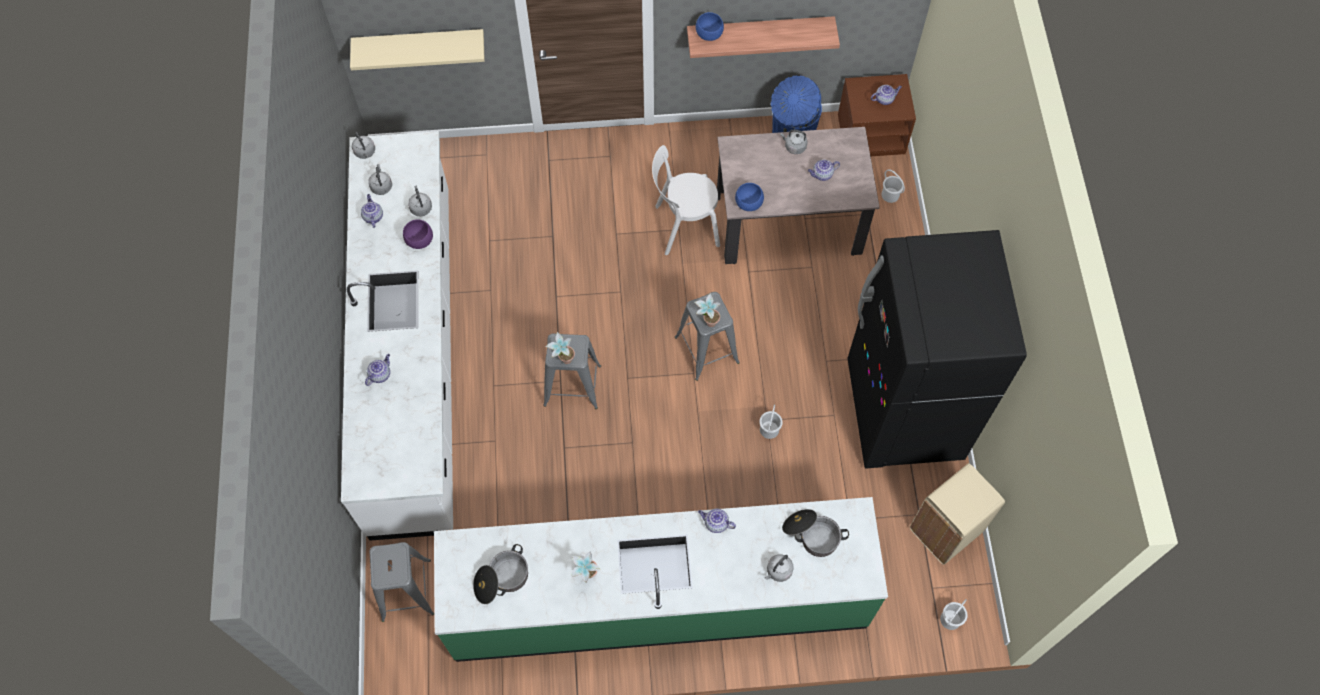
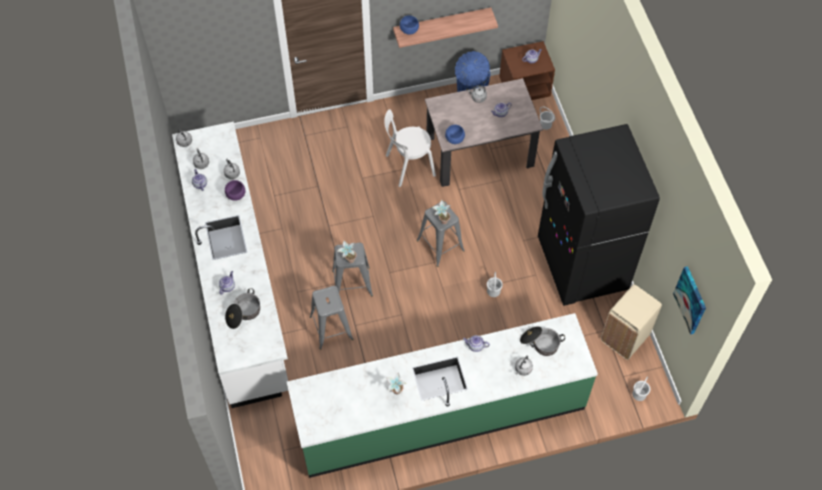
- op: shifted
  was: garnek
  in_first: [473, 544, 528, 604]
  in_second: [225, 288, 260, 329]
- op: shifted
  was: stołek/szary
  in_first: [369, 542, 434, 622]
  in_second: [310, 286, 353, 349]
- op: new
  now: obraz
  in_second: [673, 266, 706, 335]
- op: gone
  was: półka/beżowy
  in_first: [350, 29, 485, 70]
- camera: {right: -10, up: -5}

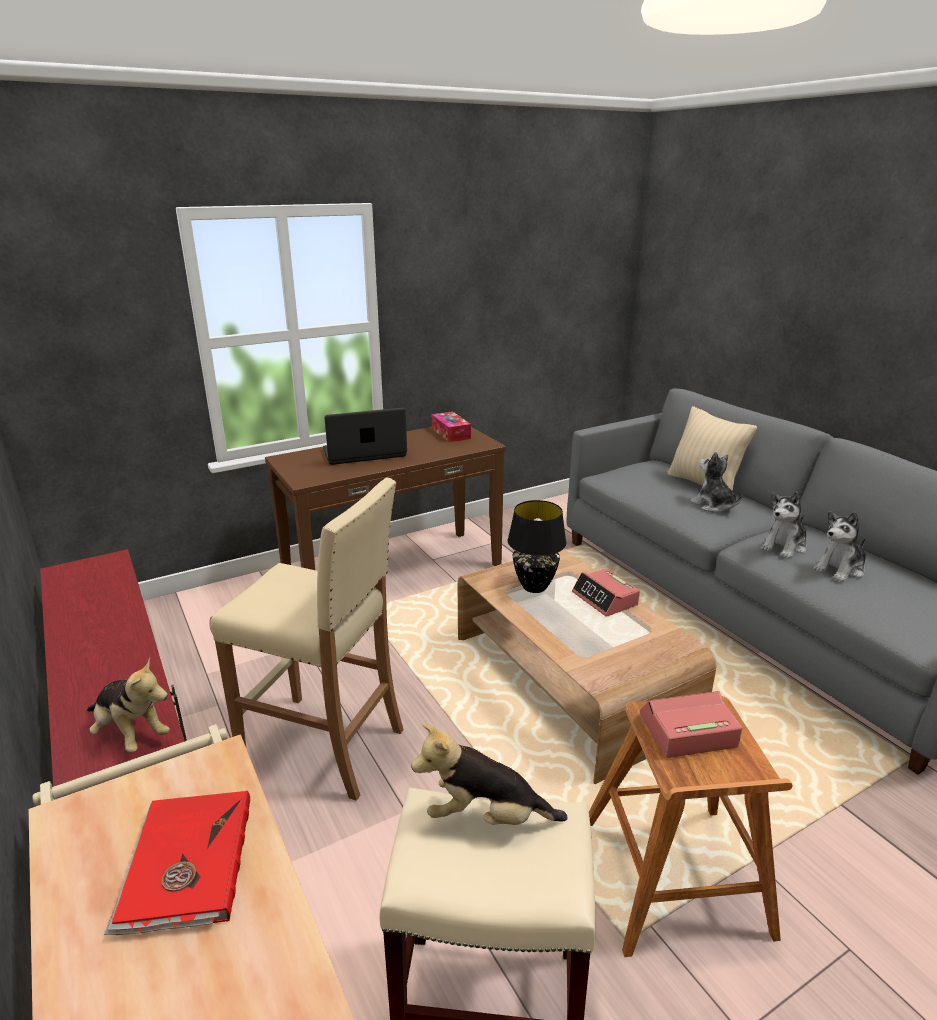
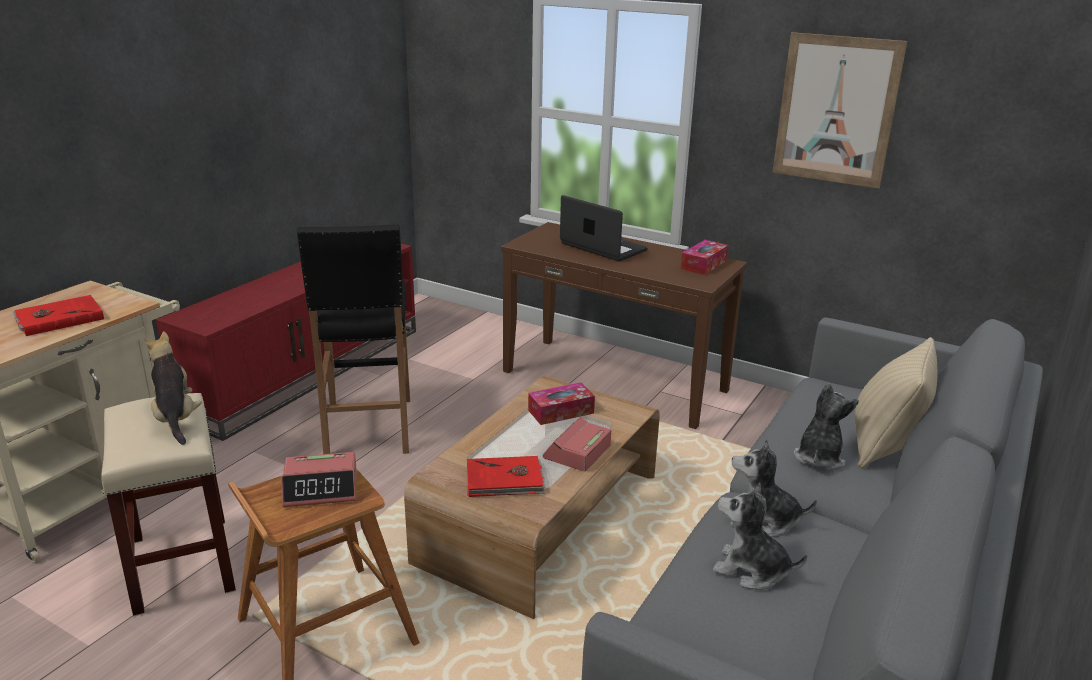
- op: rotated
  was: budzik
  in_first: [640, 691, 742, 758]
  in_second: [281, 452, 357, 507]
  clockwise: 120
- op: repainted
  was: stołek/beżowy
  now: stołek/czarny
  in_first: [209, 478, 404, 801]
  in_second: [297, 224, 410, 454]
- op: new
  now: książka/czerwony
  in_second: [467, 456, 546, 497]
- op: swapped
  was: lampa stołowa/czarny
  now: pudełko chusteczek
  in_first: [508, 500, 566, 593]
  in_second: [528, 382, 595, 425]
- op: new
  now: obraz
  in_second: [772, 32, 907, 189]
- op: gone
  was: pluszak
  in_first: [87, 658, 170, 752]
- camera: {right: 60, up: 0}

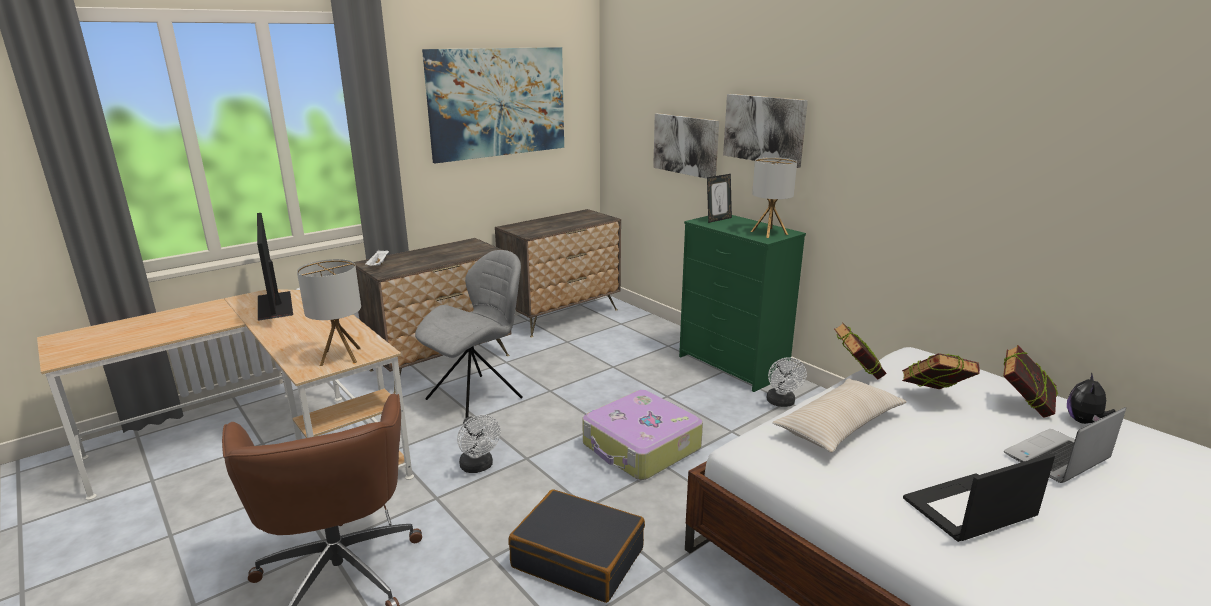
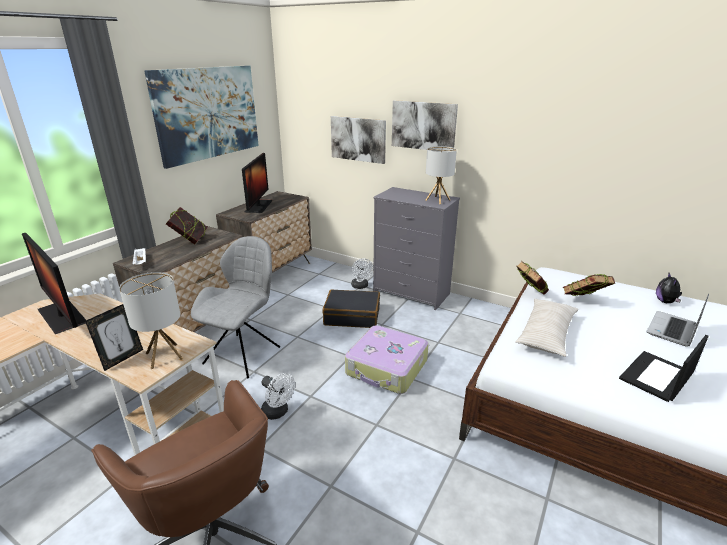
- op: shifted
  was: ramka na zdjęcie
  in_first: [707, 174, 732, 223]
  in_second: [85, 304, 143, 371]
- op: shifted
  was: książka
  in_first: [1003, 345, 1058, 418]
  in_second: [166, 207, 208, 244]
- op: new
  now: monitor
  in_second: [242, 153, 272, 213]
- op: shifted
  was: walizka/czarny
  in_first: [508, 489, 645, 603]
  in_second: [323, 290, 380, 328]
- op: shifted
  was: wentylator/biały
  in_first: [767, 357, 807, 407]
  in_second: [351, 258, 373, 289]
- op: repainted
  was: komoda/zielony
  now: komoda/szary
  in_first: [679, 215, 806, 392]
  in_second: [373, 187, 460, 310]
- camera: {right: -20, up: 5}

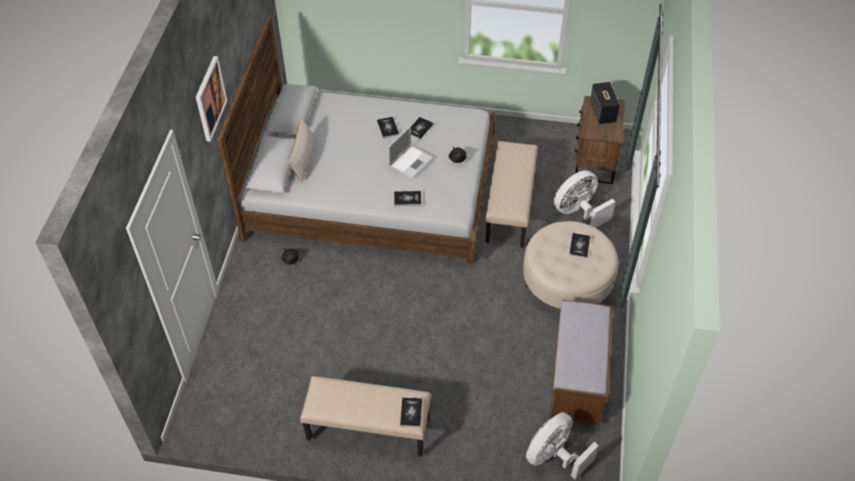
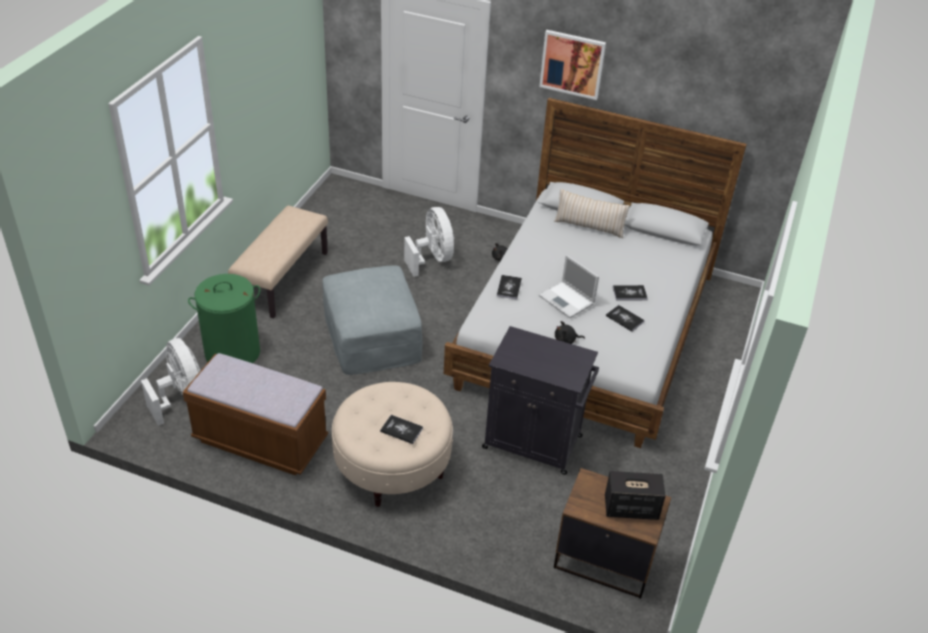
- op: new
  now: kosz na pranie/zielony
  in_second: [188, 274, 261, 363]
- op: new
  now: pufa/szary
  in_second: [322, 265, 423, 375]
- op: shifted
  was: wentylator/biały
  in_first: [554, 170, 615, 228]
  in_second: [404, 207, 454, 277]
- op: swapped
  was: ławka/beżowy
  now: szafka/czarny
  in_first: [485, 141, 538, 248]
  in_second: [482, 326, 599, 475]
- op: gone
  was: książka
  in_first: [400, 397, 422, 427]
- camera: {right: 100, up: -10}

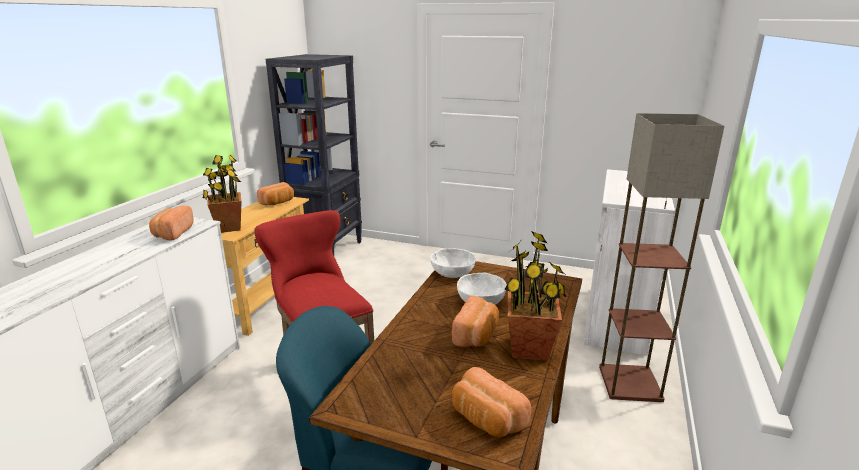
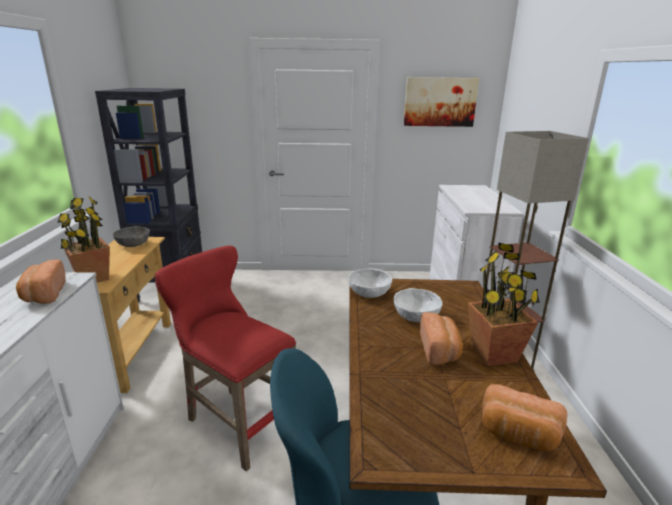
- op: swapped
  was: chleb
  now: miska/szary
  in_first: [257, 182, 294, 205]
  in_second: [113, 226, 150, 247]
- op: new
  now: obraz
  in_second: [404, 77, 479, 127]
- camera: {right: -20, up: 0}

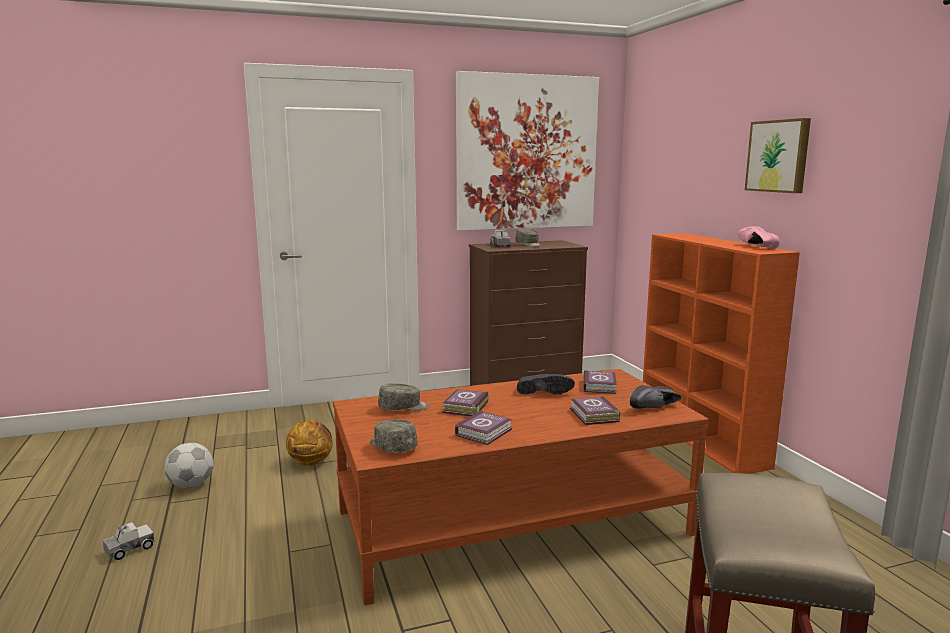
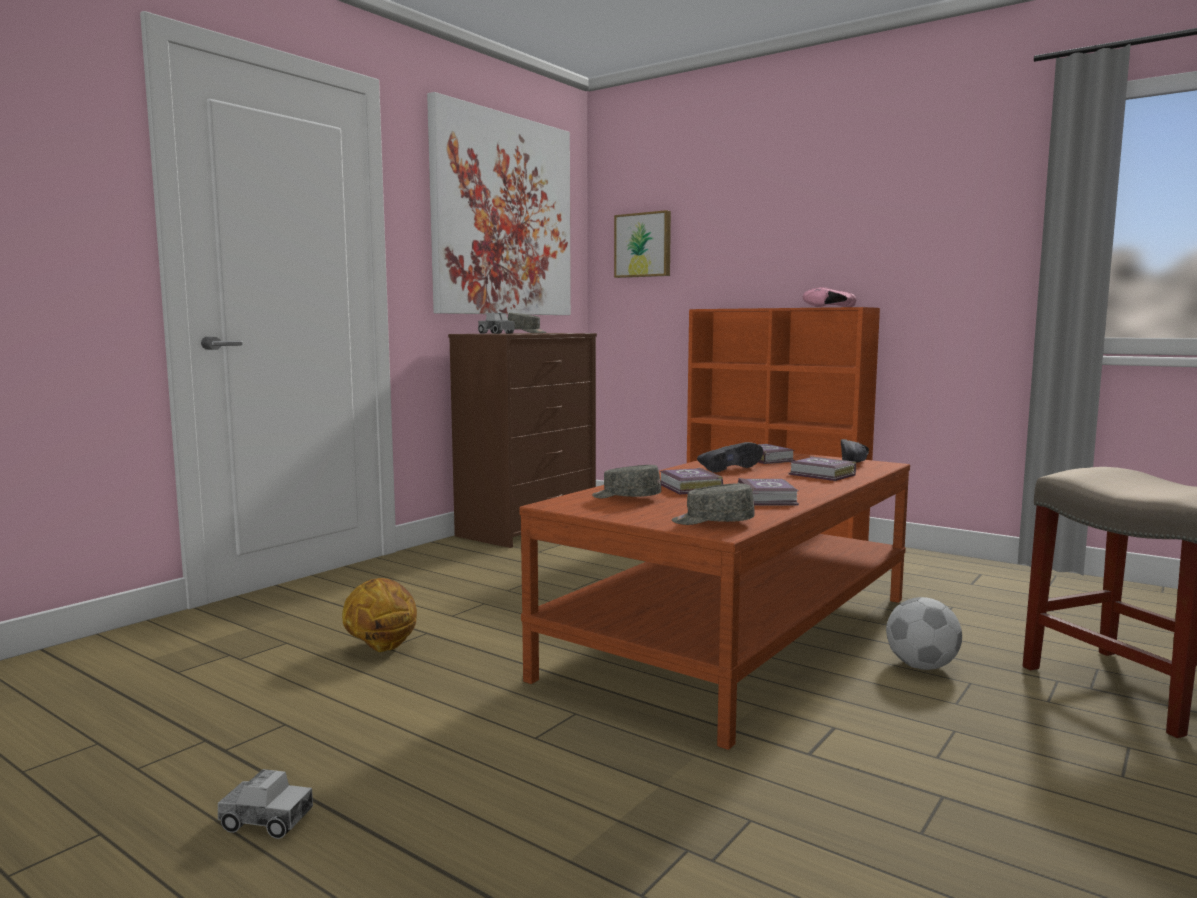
- op: rotated
  was: ciężarówka zabawkowa
  in_first: [103, 522, 155, 560]
  in_second: [218, 769, 313, 839]
  clockwise: 90
- op: rotated
  was: czapka z daszkiem/szary
  in_first: [378, 383, 429, 411]
  in_second: [592, 465, 661, 498]
  clockwise: -105
- op: shifted
  was: obraz
  in_first: [745, 118, 811, 193]
  in_second: [614, 210, 671, 278]
- op: shifted
  was: piłka futbolowa
  in_first: [164, 443, 213, 488]
  in_second: [886, 597, 962, 670]
- camera: {right: -35, up: -5}

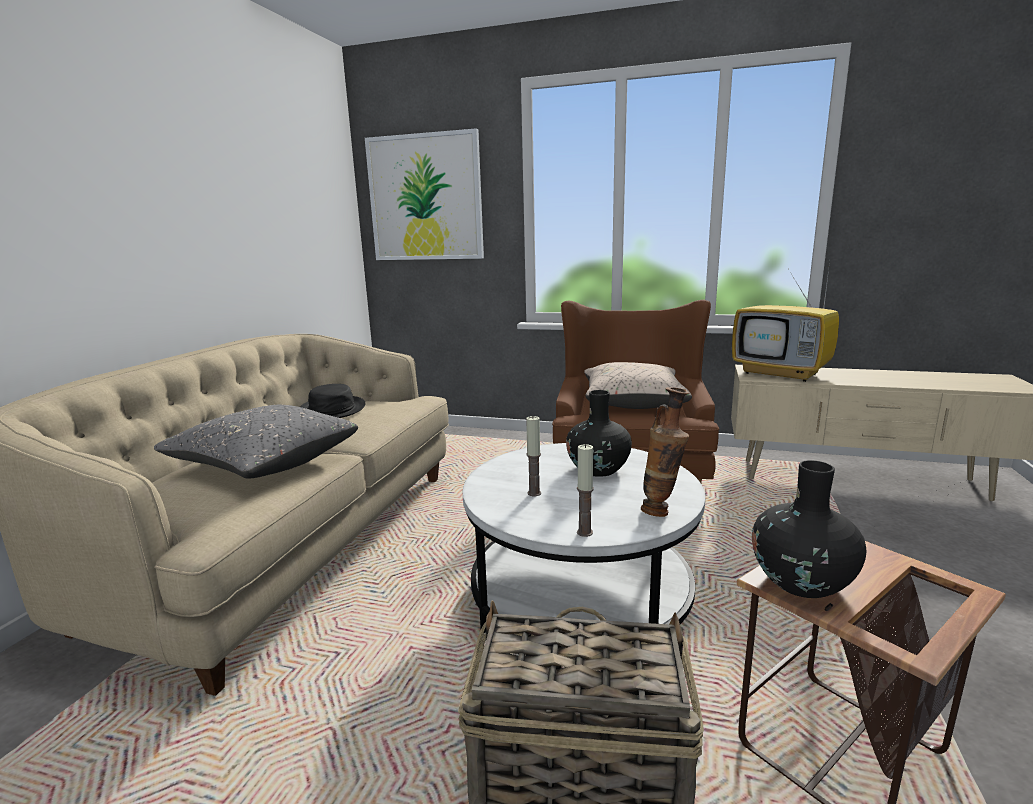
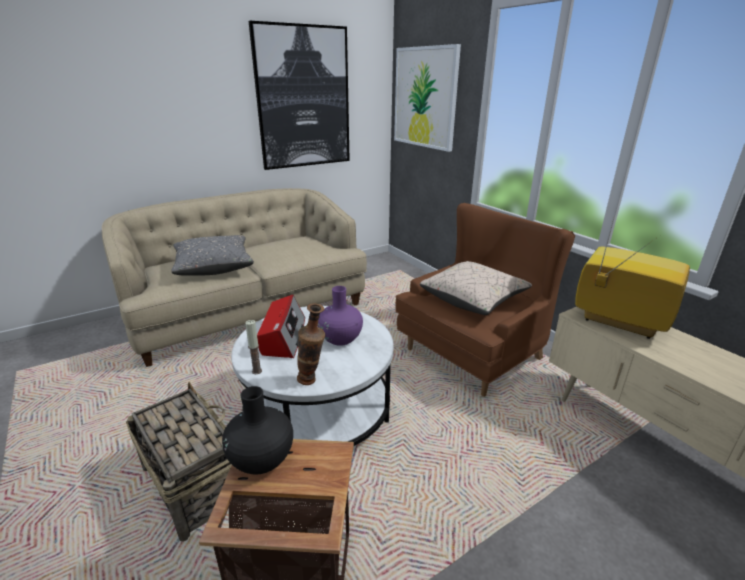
- op: new
  now: obraz
  in_second: [249, 21, 350, 170]
- op: swapped
  was: świeca
  now: radio
  in_first: [526, 416, 541, 496]
  in_second: [257, 295, 305, 358]
- op: repainted
  was: wazon/czarny
  now: wazon/fioletowy
  in_first: [566, 390, 632, 477]
  in_second: [318, 286, 363, 346]
- op: rotated
  was: telewizor
  in_first: [732, 262, 839, 382]
  in_second: [575, 218, 690, 339]
  clockwise: 135
- op: gone
  was: kapelusz/czarny
  in_first: [300, 384, 366, 418]
- camera: {right: 40, up: 10}

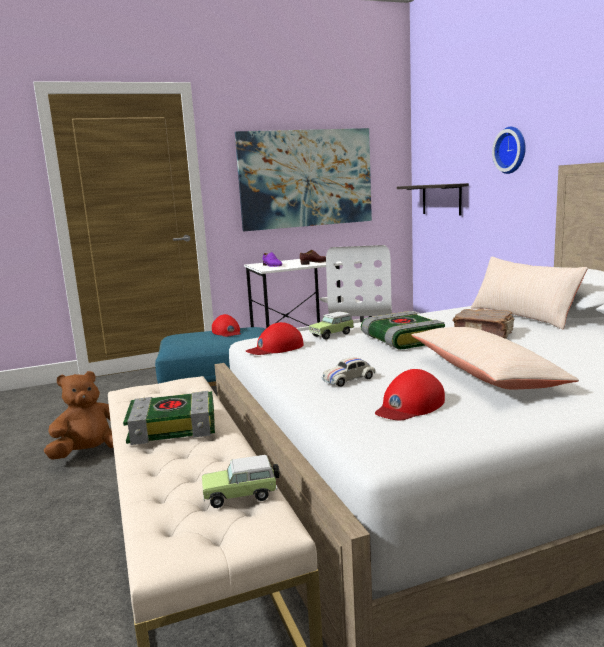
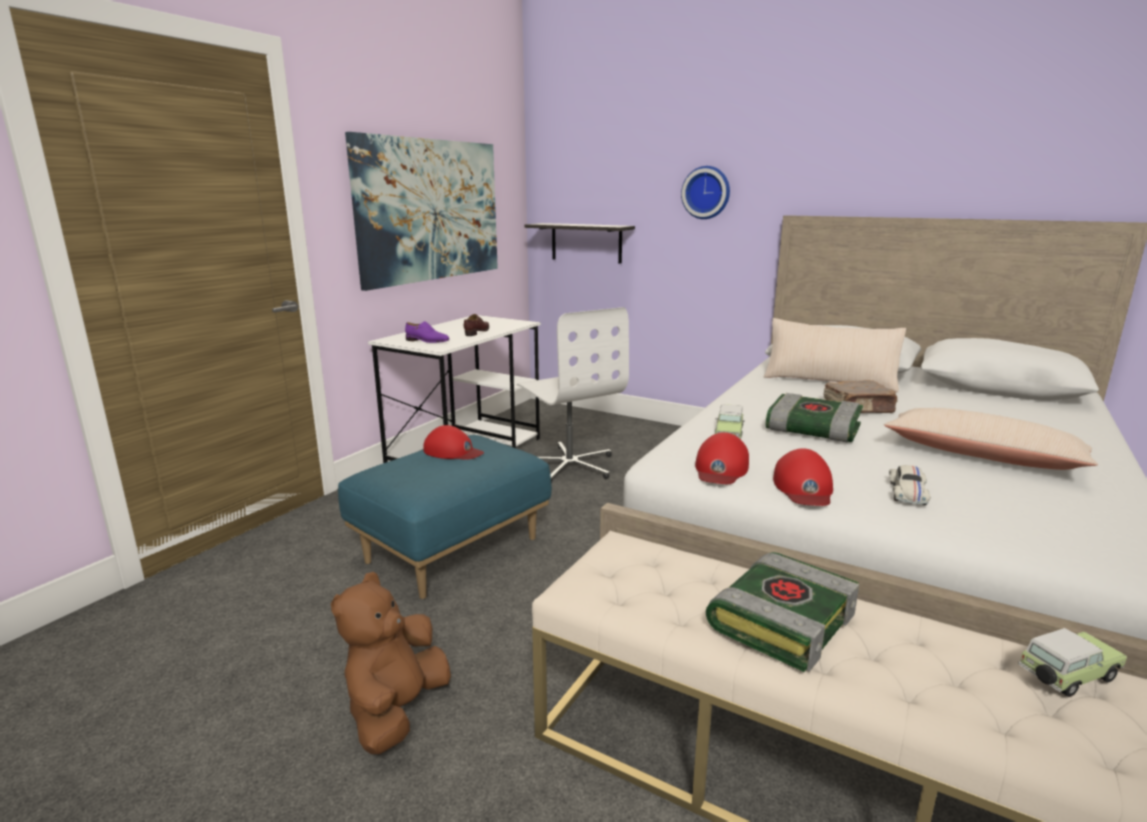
- op: shifted
  was: czapka z daszkiem/czerwony
  in_first: [375, 369, 445, 420]
  in_second: [773, 448, 833, 506]
- op: rotated
  was: samochodzik
  in_first: [202, 455, 280, 508]
  in_second: [1018, 628, 1127, 697]
  clockwise: -150
- camera: {right: -40, up: 5}

